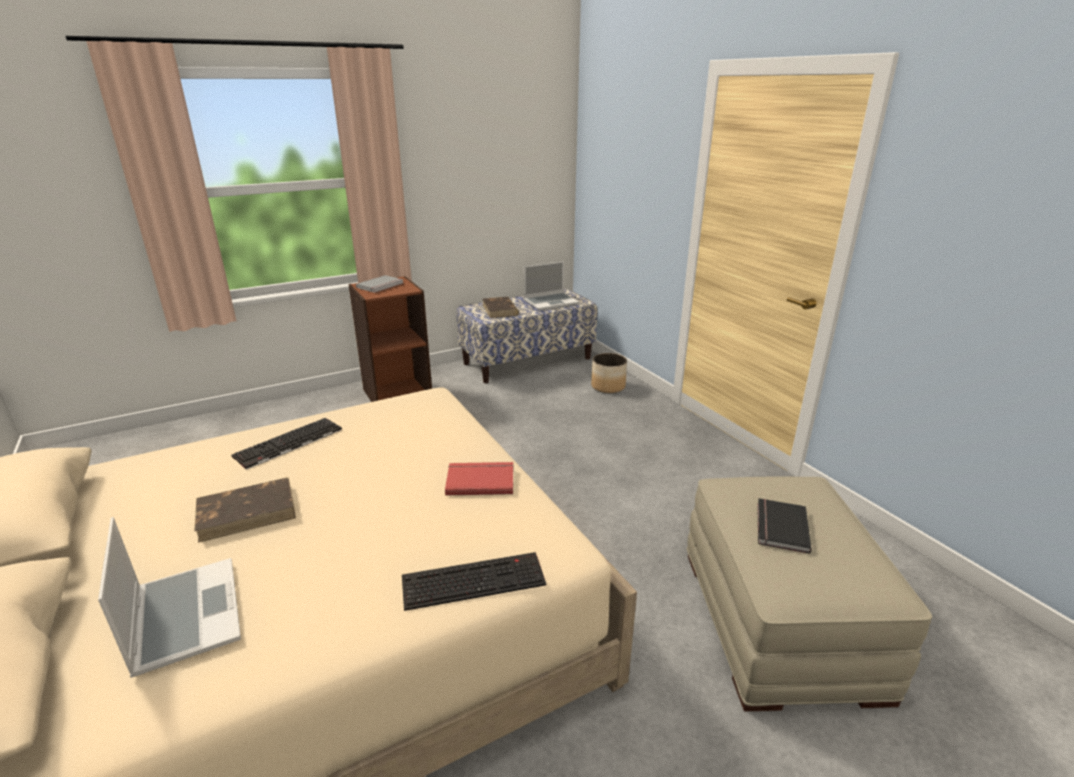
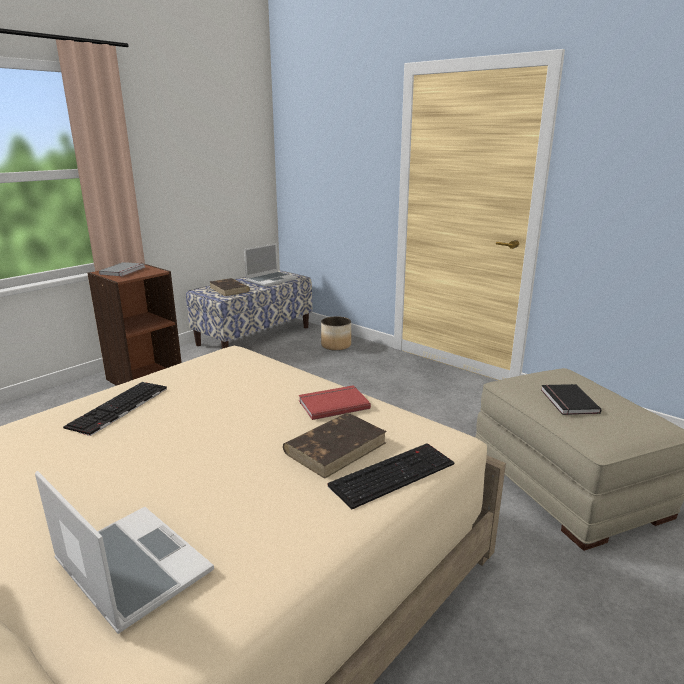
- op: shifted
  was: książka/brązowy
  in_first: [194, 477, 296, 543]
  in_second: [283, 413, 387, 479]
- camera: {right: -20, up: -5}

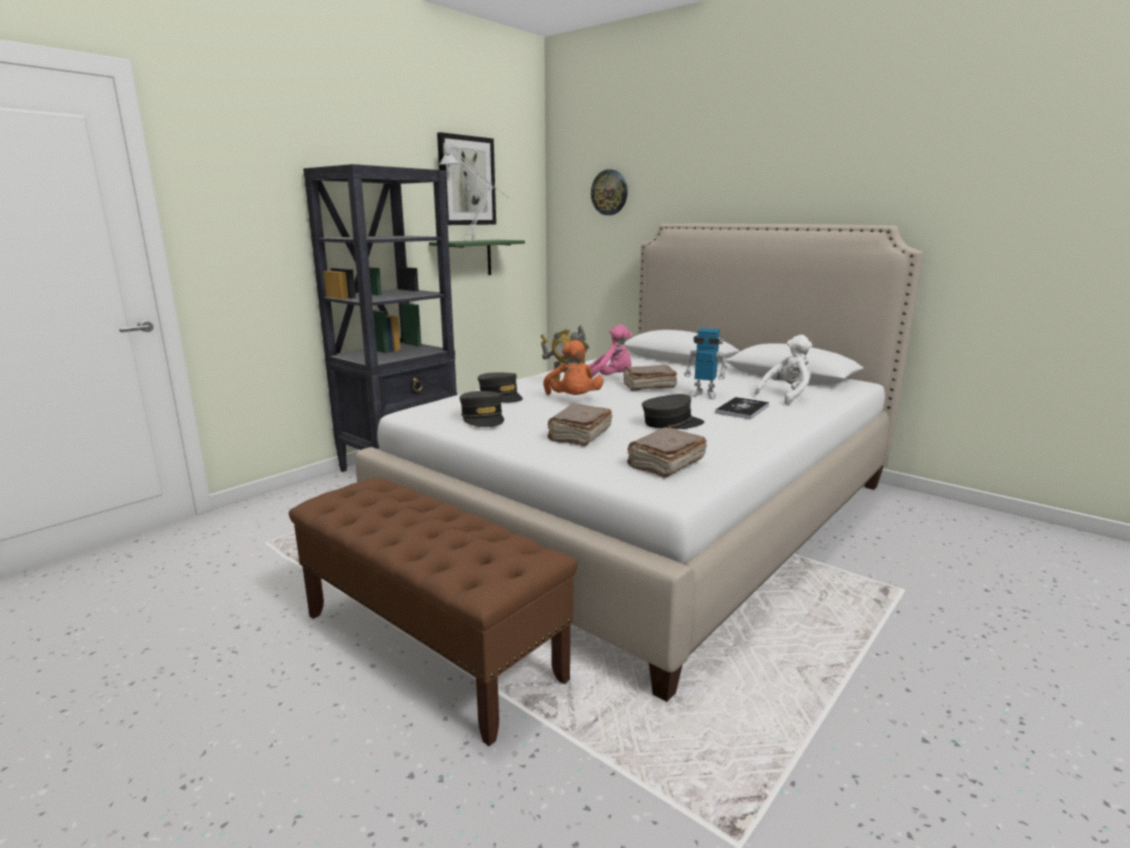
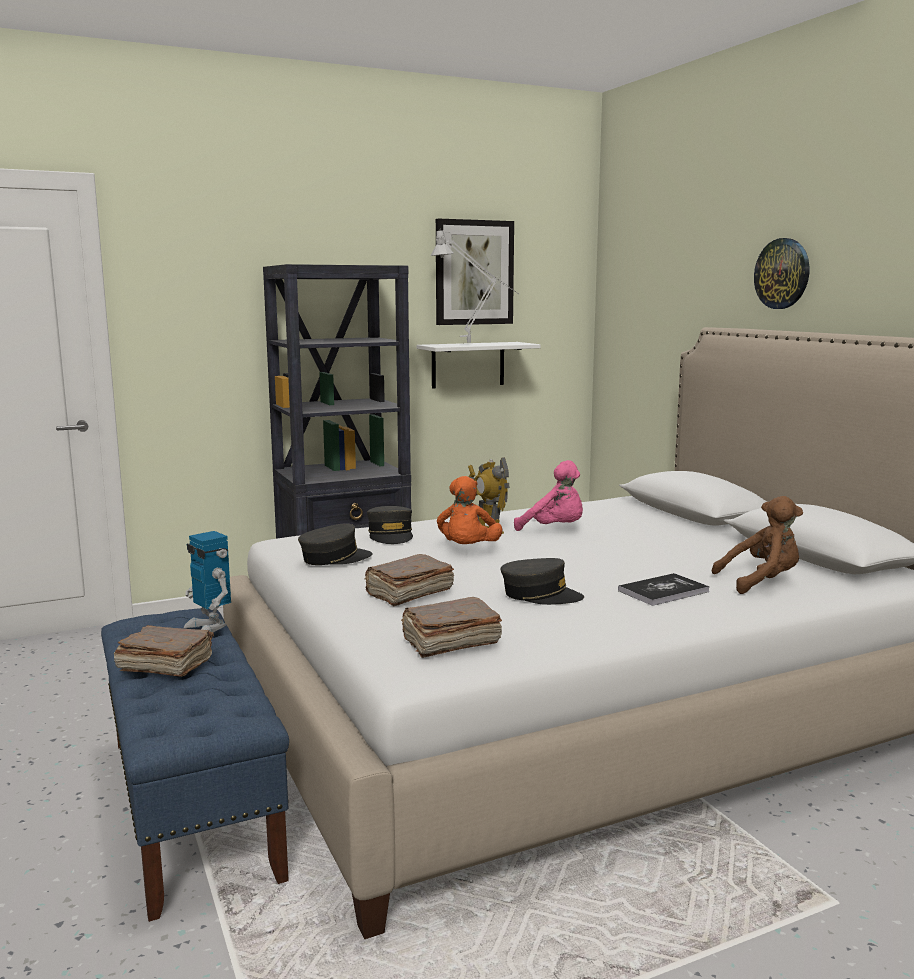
- op: repainted
  was: ławka/brązowy
  now: ławka/niebieski
  in_first: [289, 478, 578, 746]
  in_second: [101, 608, 289, 922]
- op: shifted
  was: książka/brązowy
  in_first: [623, 365, 677, 391]
  in_second: [114, 625, 214, 677]
- op: shifted
  was: robot zabawkowy
  in_first: [684, 328, 727, 400]
  in_second: [184, 531, 231, 632]
- op: rotated
  was: czapka z daszkiem/szary
  in_first: [459, 391, 504, 427]
  in_second: [298, 523, 373, 565]
  clockwise: -120
- op: repainted
  was: półka/zielony
  now: półka/biały
  in_first: [429, 240, 525, 275]
  in_second: [416, 342, 541, 389]
- op: repainted
  was: pluszak/biały
  now: pluszak/brązowy
  in_first: [754, 335, 812, 405]
  in_second: [712, 496, 803, 594]
- op: shifted
  was: zegar ścienny
  in_first: [591, 169, 628, 215]
  in_second: [754, 238, 809, 309]
- camera: {right: 25, up: -5}

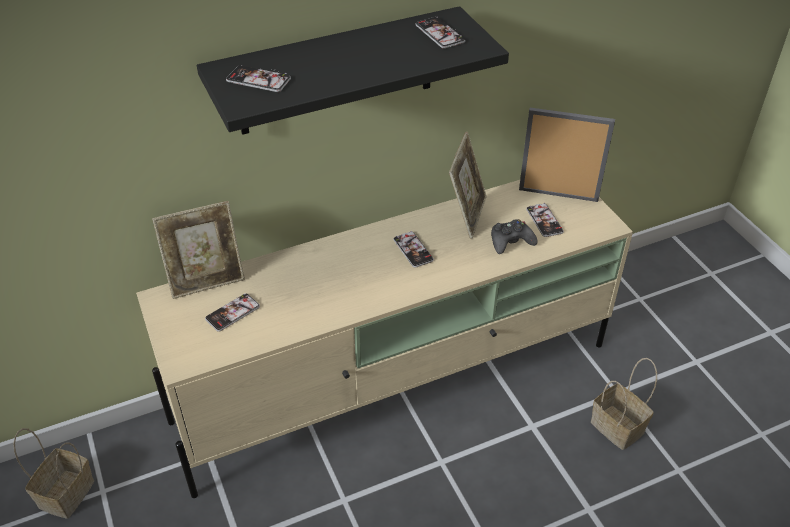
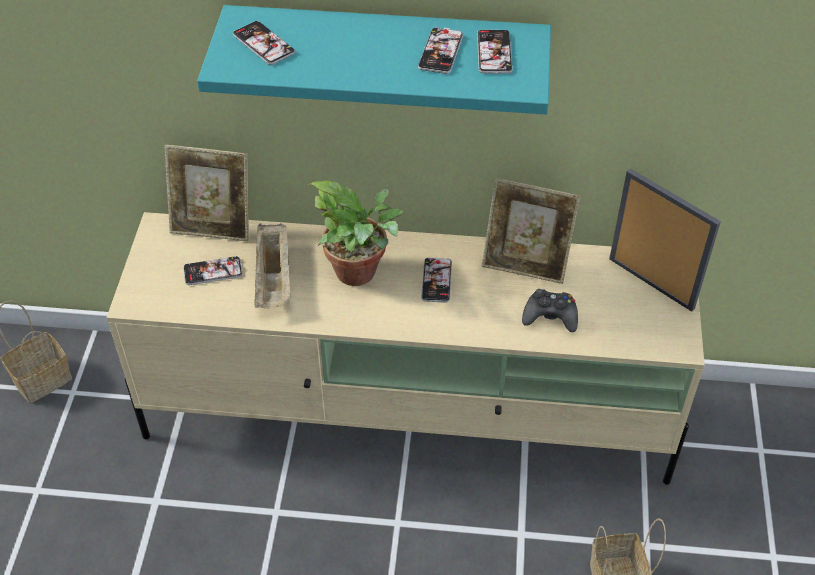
- op: repainted
  was: półka/czarny
  now: półka/turkusowy
  in_first: [197, 6, 509, 135]
  in_second: [197, 5, 551, 114]
- op: new
  now: taca/beżowy
  in_second: [255, 223, 290, 309]
- op: new
  now: roślina doniczkowa
  in_second: [309, 180, 403, 286]
- op: shifted
  was: telefon
  in_first: [526, 203, 564, 237]
  in_second: [418, 26, 463, 74]
- op: rotated
  was: ramka na zdjęcie
  in_first: [449, 132, 487, 239]
  in_second: [482, 178, 581, 284]
  clockwise: 60
- camera: {right: 30, up: 5}

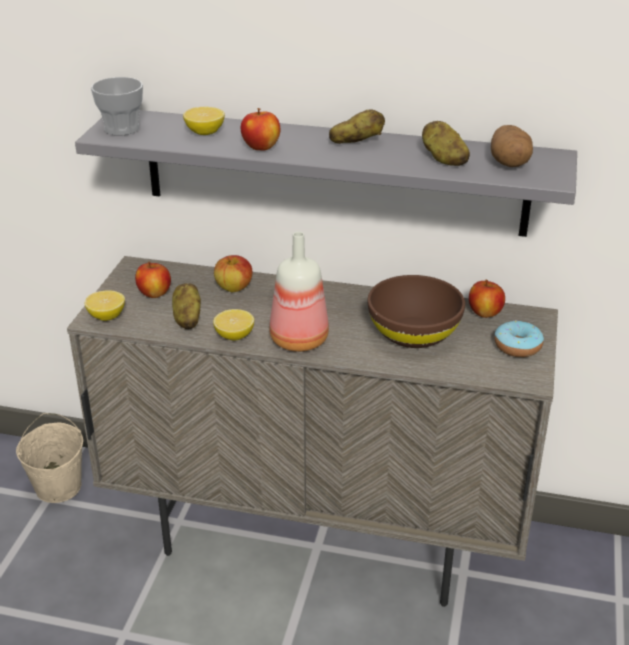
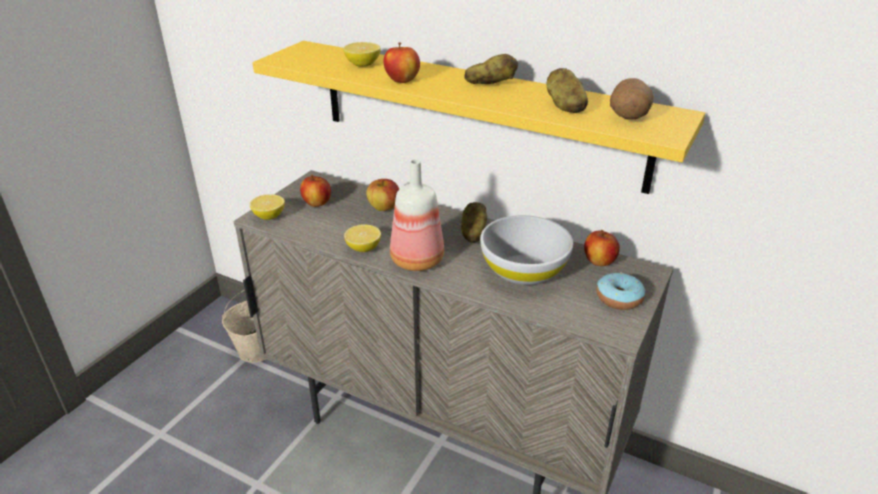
- op: repainted
  was: półka/szary
  now: półka/żółty
  in_first: [75, 110, 577, 237]
  in_second: [253, 41, 705, 194]
- op: shifted
  was: ziemniak
  in_first: [172, 283, 201, 329]
  in_second: [461, 202, 487, 243]
- op: repainted
  was: miska/brązowy
  now: miska/biały
  in_first: [367, 275, 465, 348]
  in_second: [480, 215, 573, 285]
- op: gone
  was: filiżanka
  in_first: [91, 77, 143, 136]
- camera: {right: 15, up: 0}

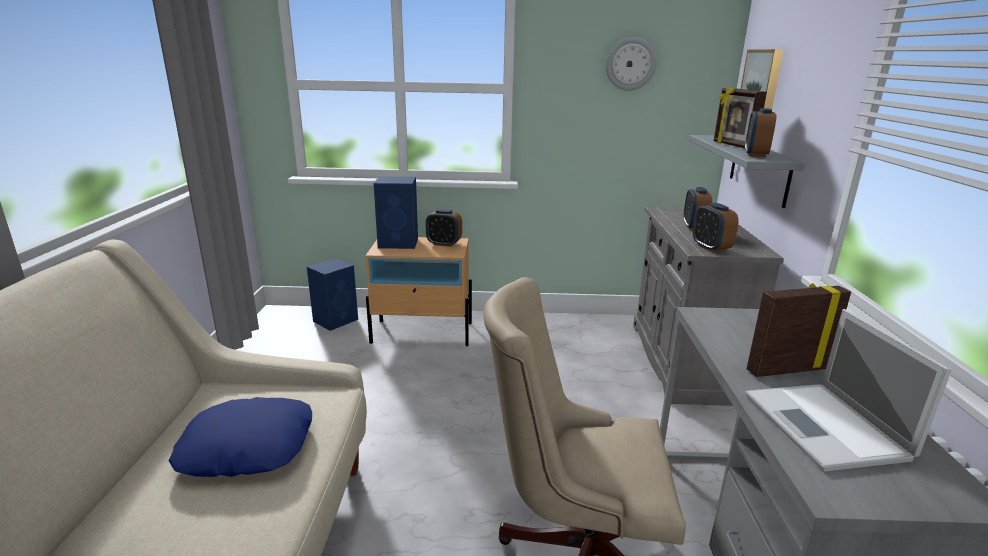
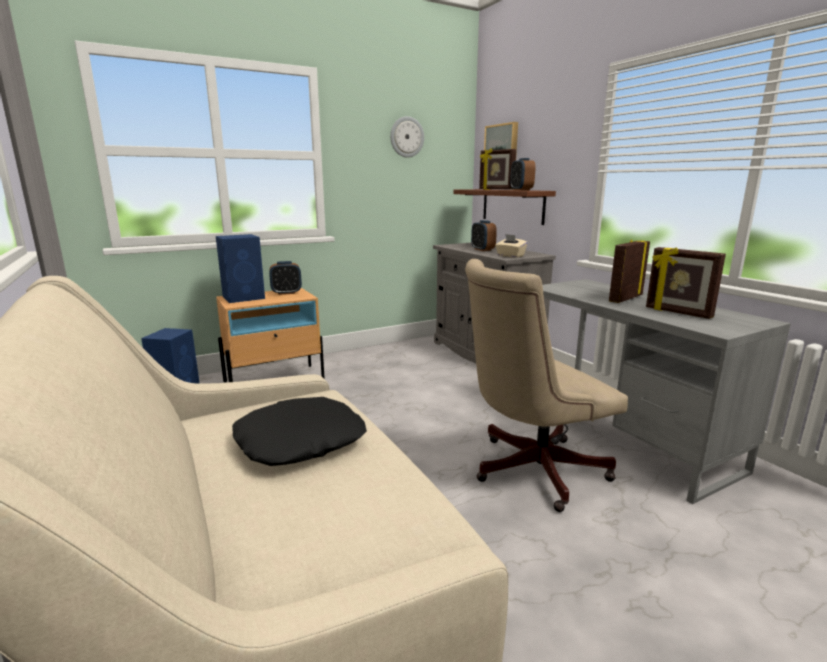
- op: repainted
  was: poduszka/niebieski
  now: poduszka/czarny
  in_first: [168, 397, 312, 477]
  in_second: [232, 397, 367, 466]
- op: repainted
  was: półka/szary
  now: półka/brązowy
  in_first: [689, 135, 805, 208]
  in_second: [453, 189, 556, 225]
- op: swapped
  was: budzik
  now: pudełko chusteczek/beżowy
  in_first: [693, 203, 739, 252]
  in_second: [495, 234, 528, 258]
- op: swapped
  was: laptop
  now: ramka na zdjęcie
  in_first: [745, 309, 952, 472]
  in_second: [646, 247, 726, 319]
- camera: {right: -30, up: -5}

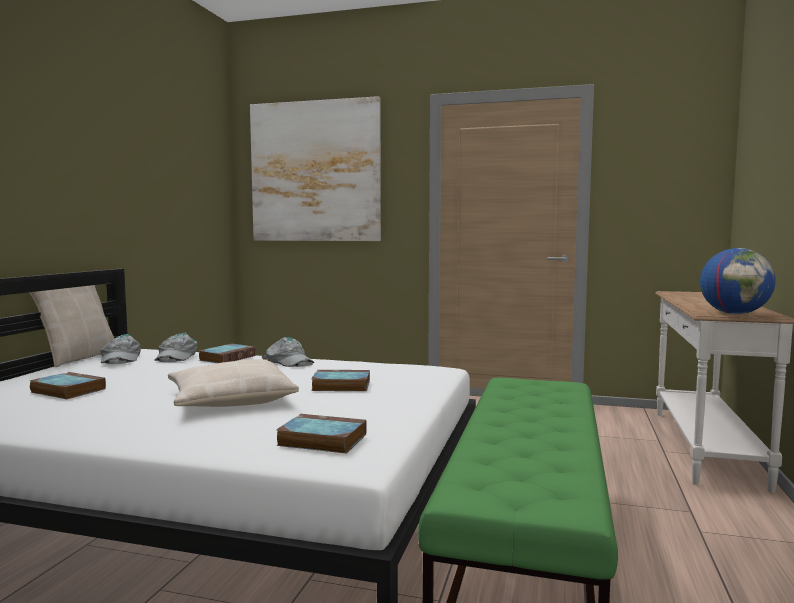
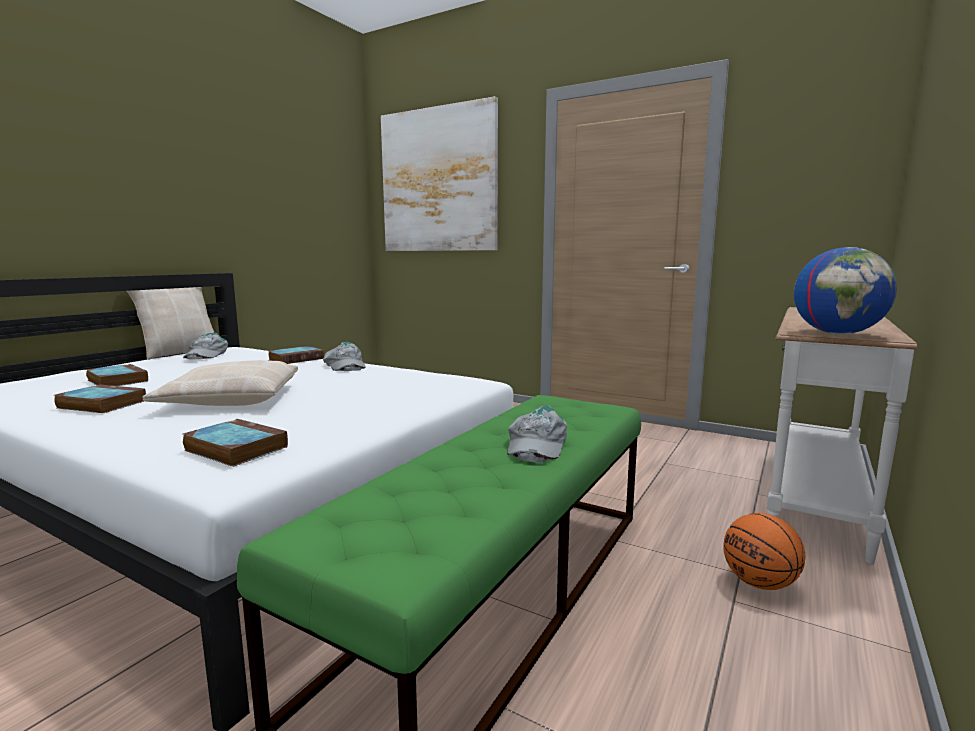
- op: shifted
  was: książka
  in_first: [311, 370, 370, 391]
  in_second: [54, 384, 146, 413]
- op: shifted
  was: czapka z daszkiem/szary
  in_first: [154, 333, 198, 362]
  in_second: [507, 405, 567, 463]
- op: new
  now: piłka do koszykówki
  in_second: [723, 513, 806, 590]
- camera: {right: 15, up: 5}

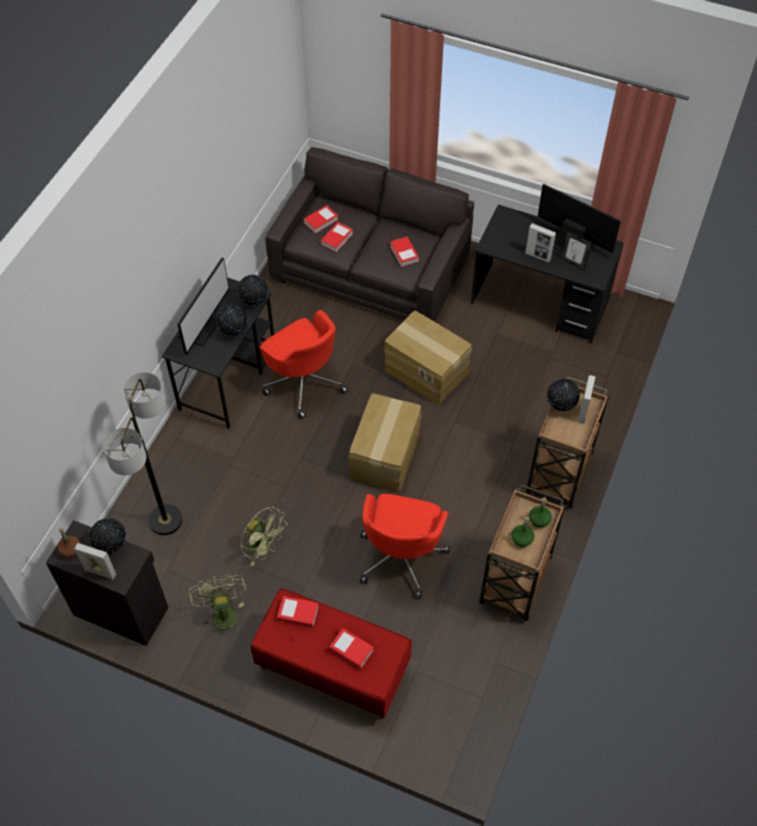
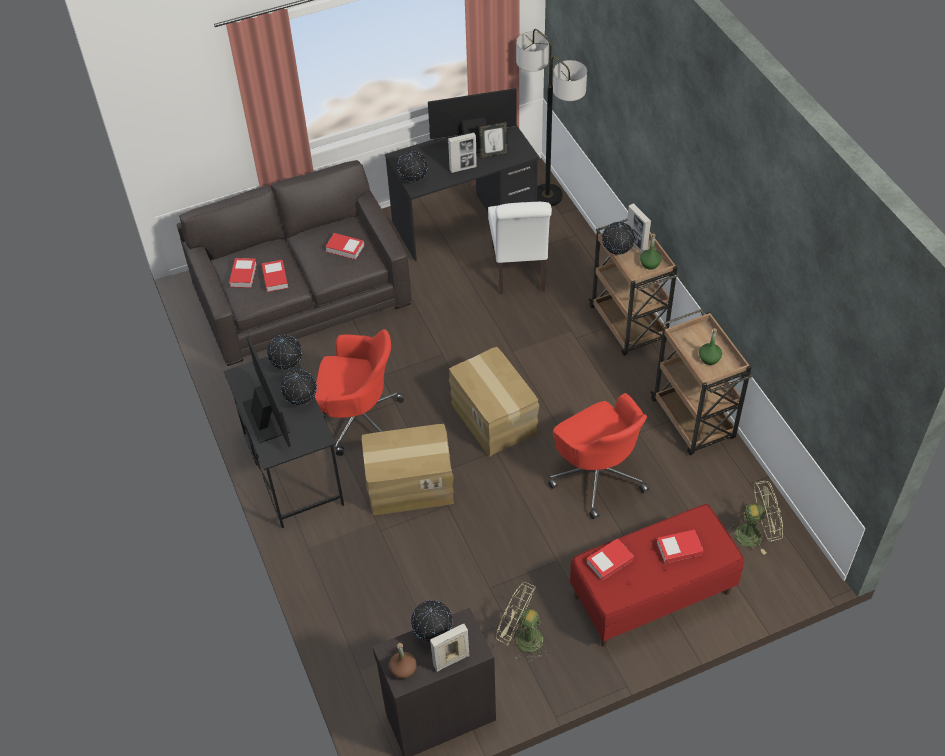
- op: shifted
  was: karton
  in_first: [384, 311, 472, 405]
  in_second: [362, 424, 454, 515]
- op: new
  now: globus
  in_second: [397, 151, 428, 182]
- op: new
  now: krzesło/biały
  in_second: [488, 202, 552, 294]
- op: shifted
  was: lampa stojąca
  in_first: [103, 372, 182, 535]
  in_second: [516, 29, 587, 206]
- op: shifted
  was: butelka/zielony
  in_first: [529, 497, 552, 528]
  in_second: [640, 233, 662, 270]
- op: shifted
  was: wentylator/zielony
  in_first: [241, 506, 288, 566]
  in_second: [727, 481, 783, 555]
- camera: {right: -45, up: -5}

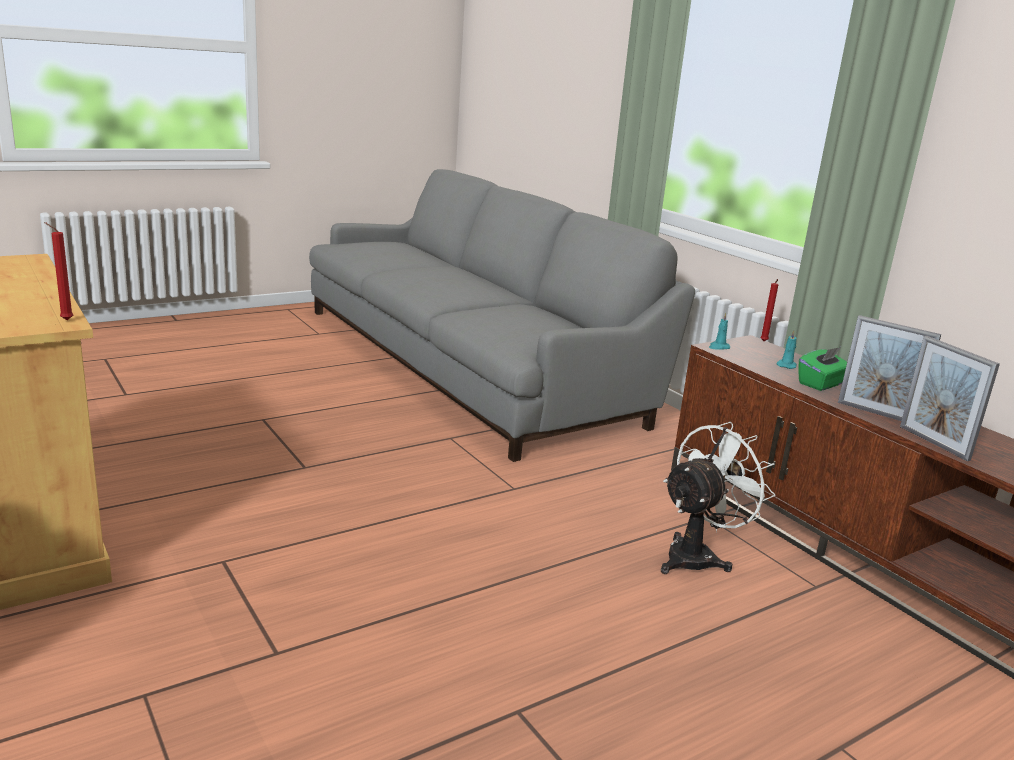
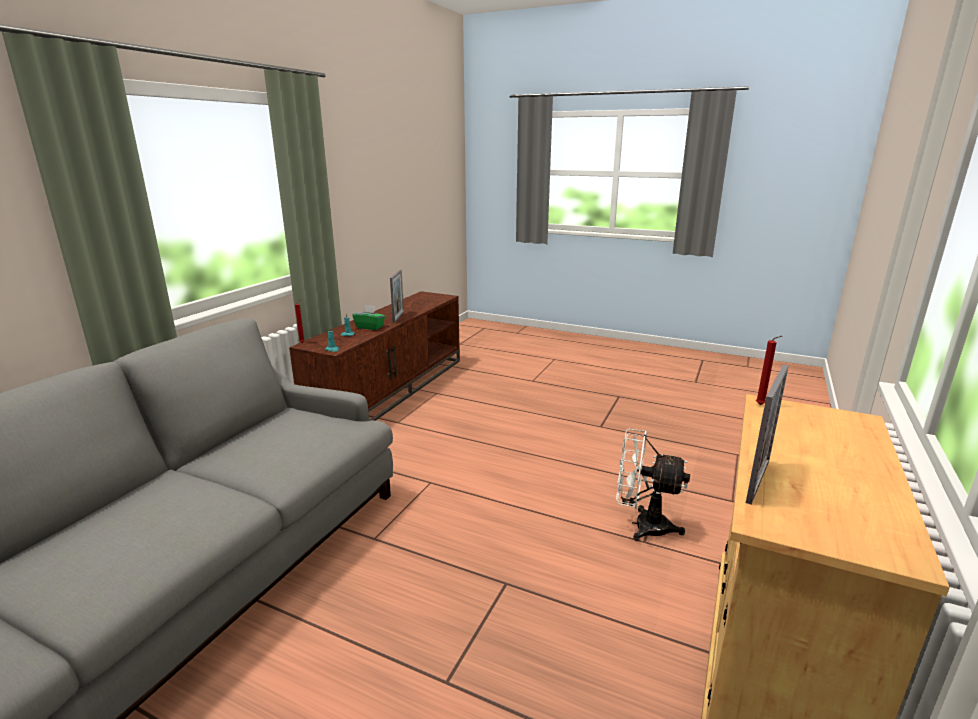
- op: shifted
  was: wentylator/biały
  in_first: [661, 422, 775, 574]
  in_second: [616, 429, 690, 541]
- op: shifted
  was: ramka na zdjęcie
  in_first: [900, 336, 1000, 461]
  in_second: [746, 365, 788, 504]
- camera: {right: -120, up: 0}

